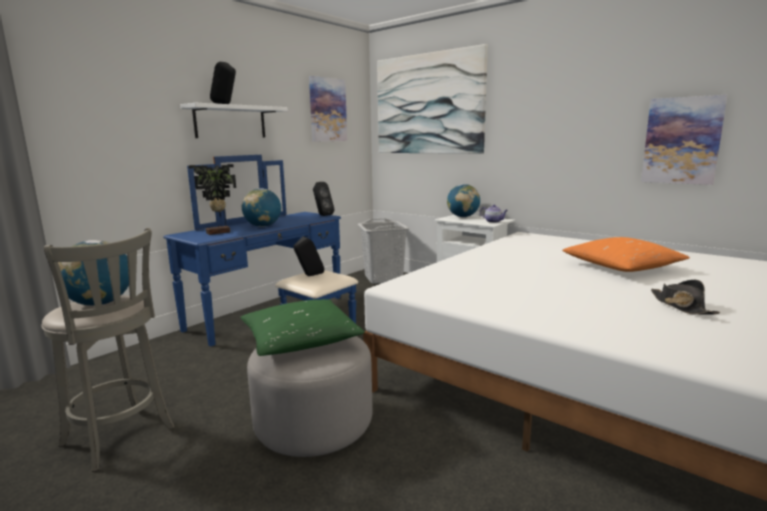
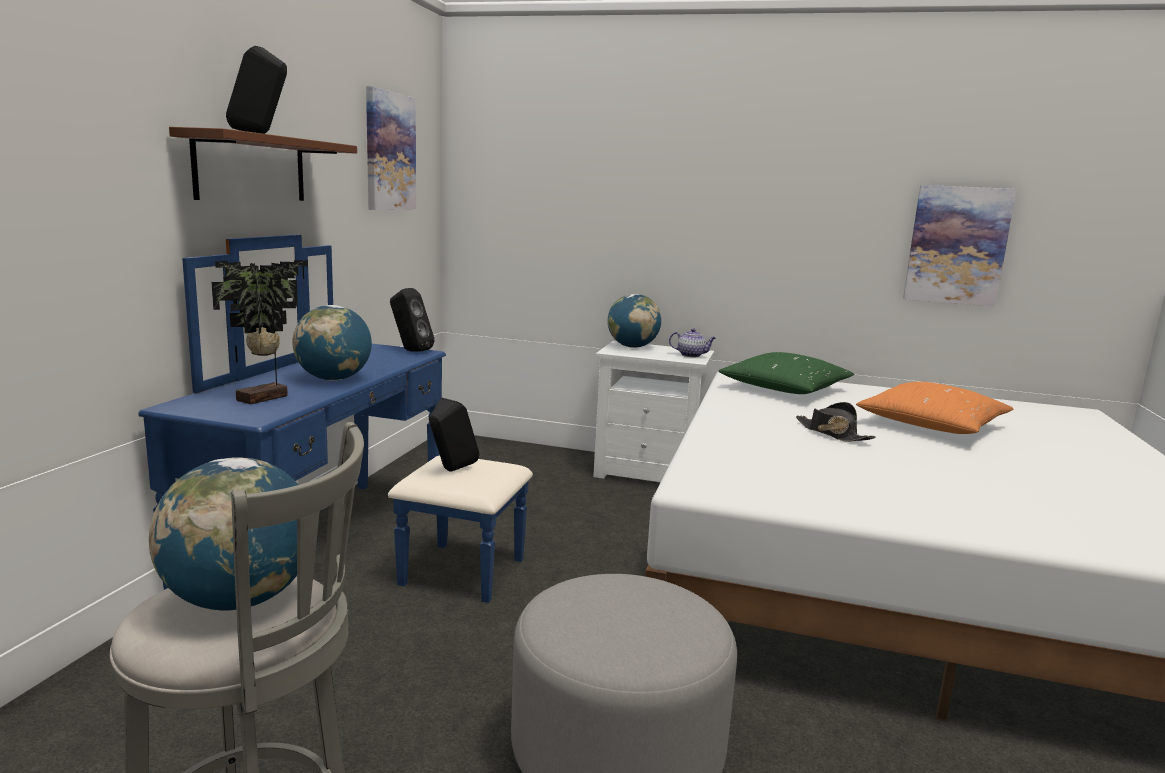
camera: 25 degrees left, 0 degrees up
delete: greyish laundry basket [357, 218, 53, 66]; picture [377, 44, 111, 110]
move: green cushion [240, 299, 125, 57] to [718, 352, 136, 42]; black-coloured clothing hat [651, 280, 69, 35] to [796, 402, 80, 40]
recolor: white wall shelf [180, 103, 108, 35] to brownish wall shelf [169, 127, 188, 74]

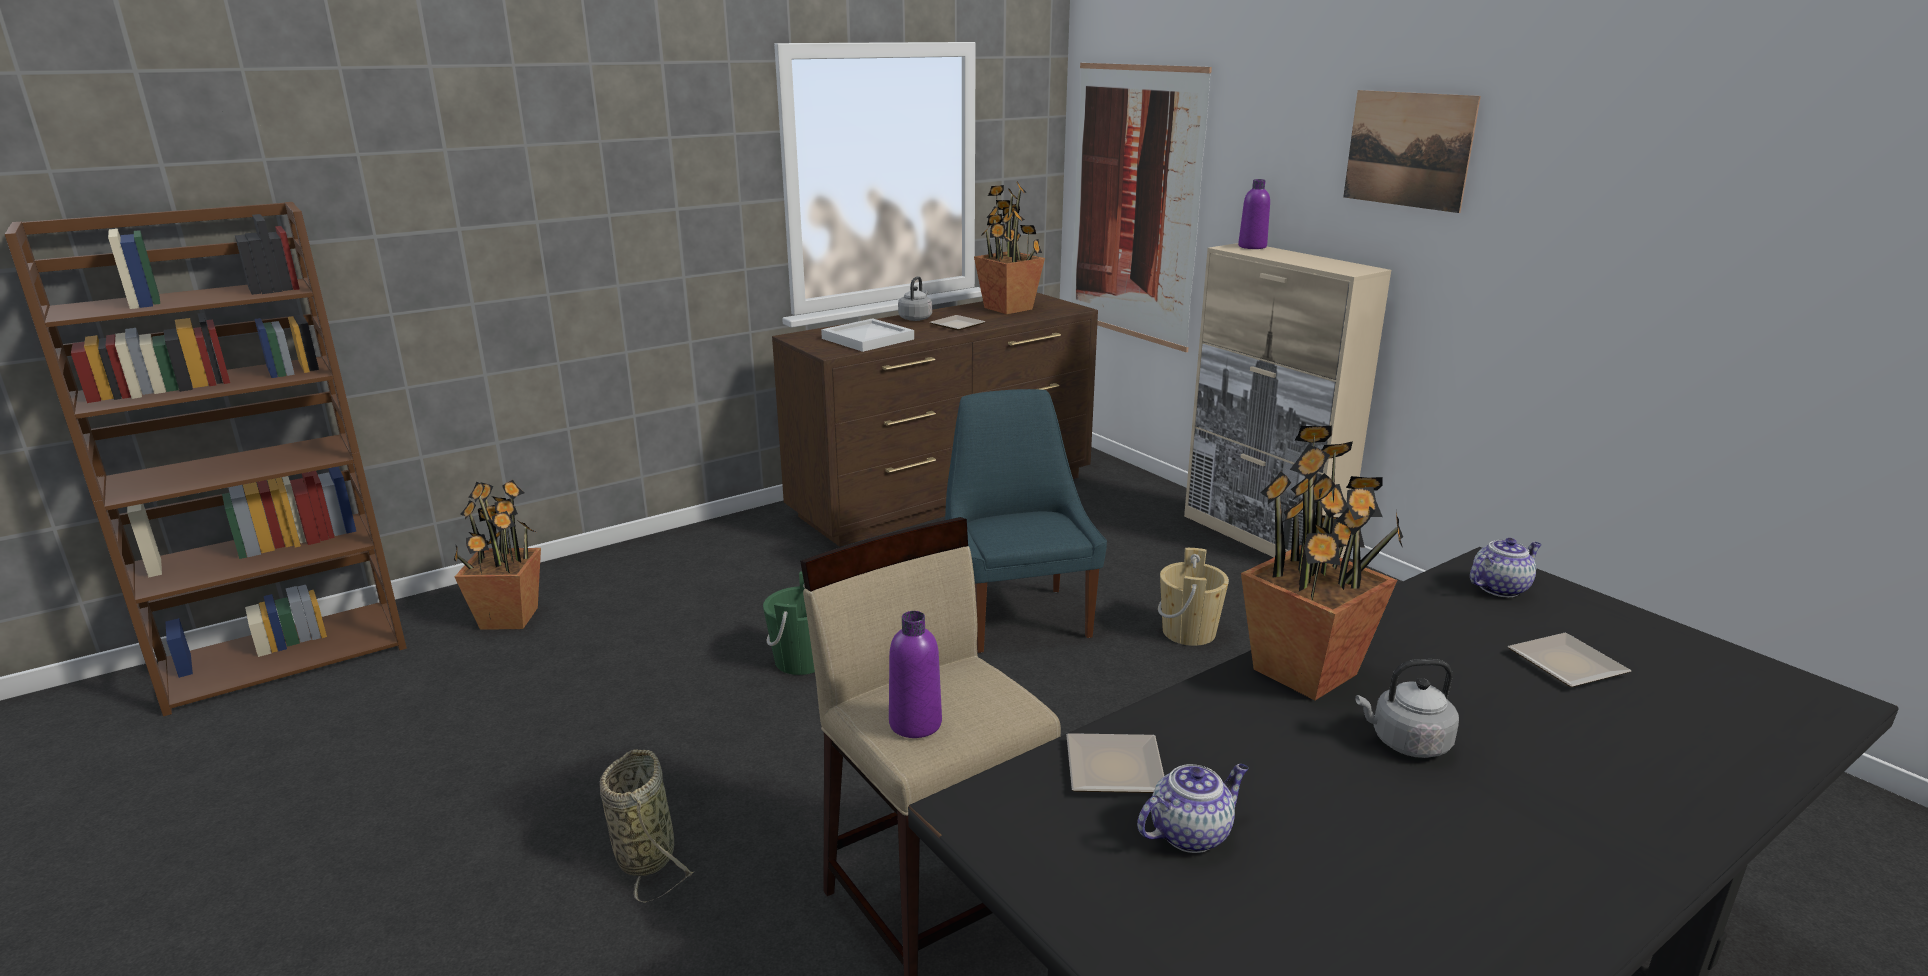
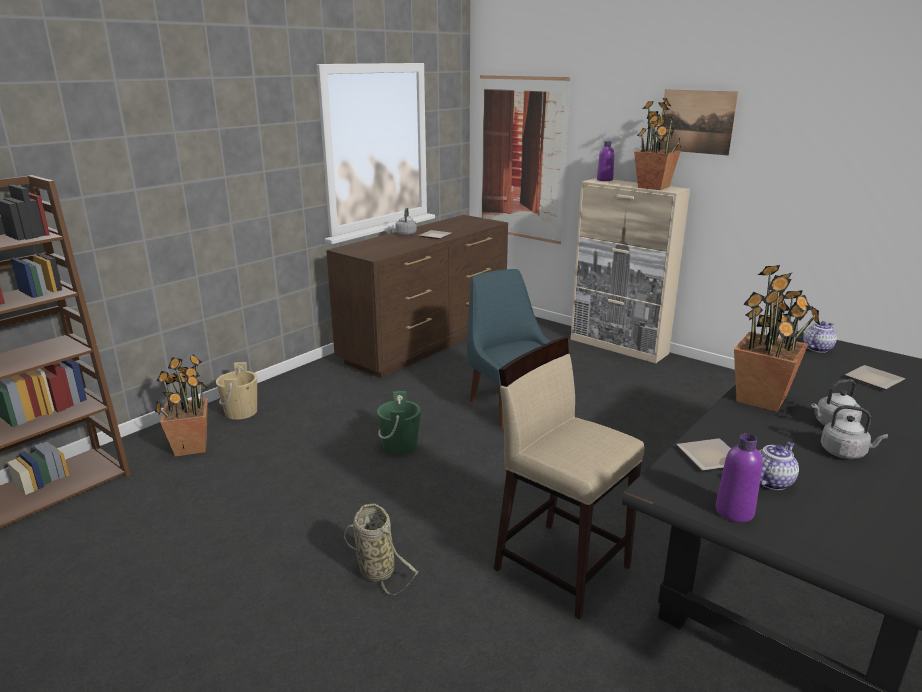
camera: 15 degrees left, 0 degrees up
delete: white carrying tray [821, 318, 93, 34]
insert: greyish tea kettle [821, 405, 67, 54]
move: beige-coloured bucket [1158, 548, 71, 98] to [216, 362, 41, 58]; houseplant [974, 181, 71, 133] to [634, 98, 47, 92]; purplish beverage bottle [889, 611, 53, 127] to [716, 434, 46, 89]

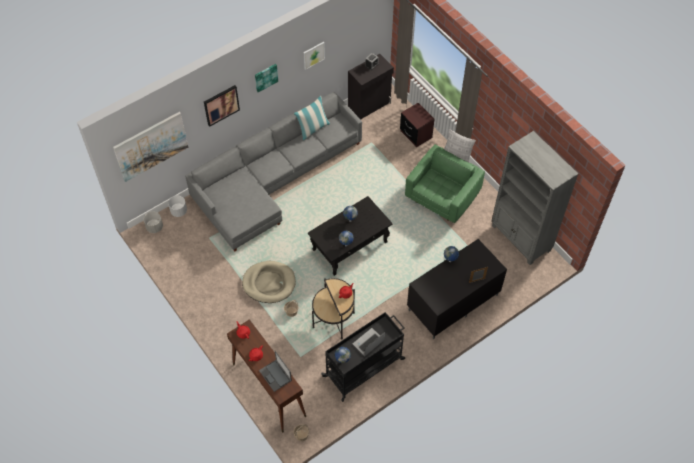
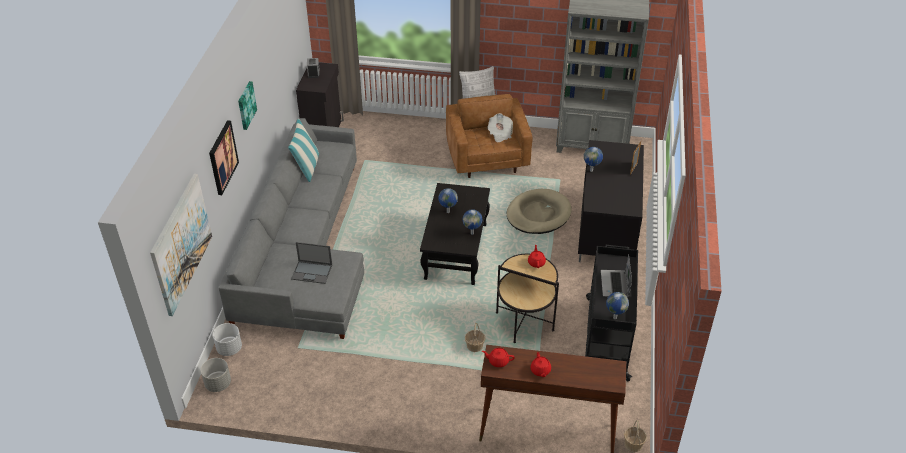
camera: 45 degrees left, 15 degrees down
delete: picture [304, 42, 21, 28]; brownish night table [400, 103, 34, 44]
insert: daily paper [487, 113, 26, 29]
move: laptop [259, 351, 33, 41] to [291, 242, 41, 42]; beige-coloured pet bed [242, 261, 54, 42] to [507, 189, 65, 45]
recolor: green armchair [405, 144, 80, 79] to brownish armchair [446, 94, 87, 84]

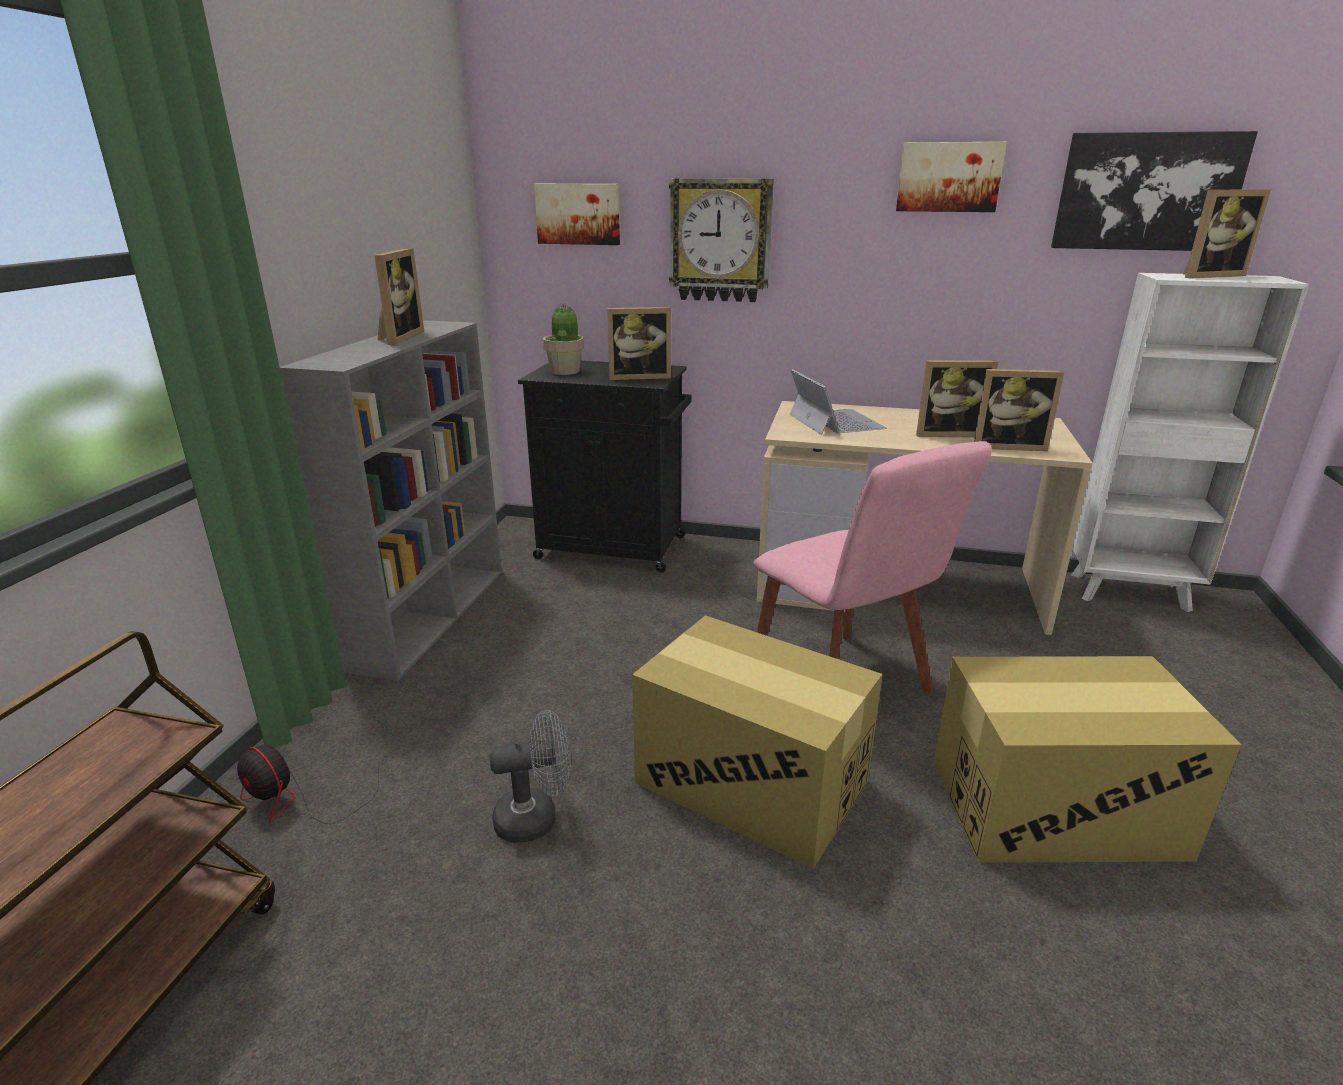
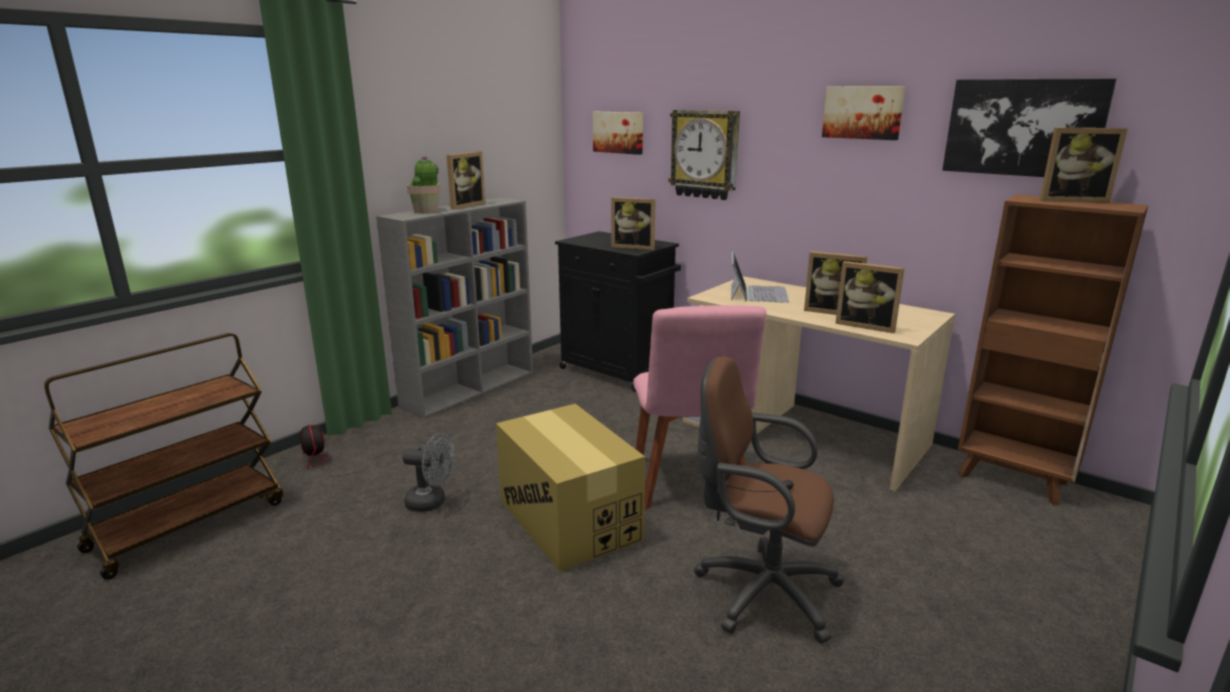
camera: 25 degrees right, 5 degrees down
move: houseplant [543, 303, 41, 72] to [407, 156, 34, 57]
replace: packing box [934, 656, 307, 207] to brownish computer chair [694, 356, 150, 288]
recolor: white bookshelf [1071, 273, 238, 339] to brownish bookshelf [958, 195, 190, 310]

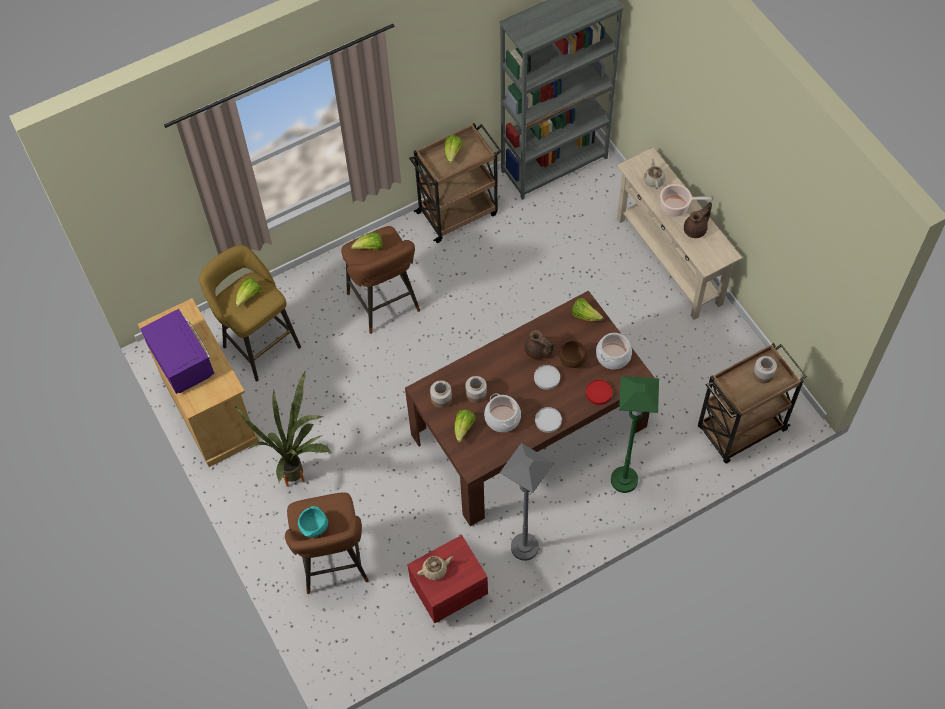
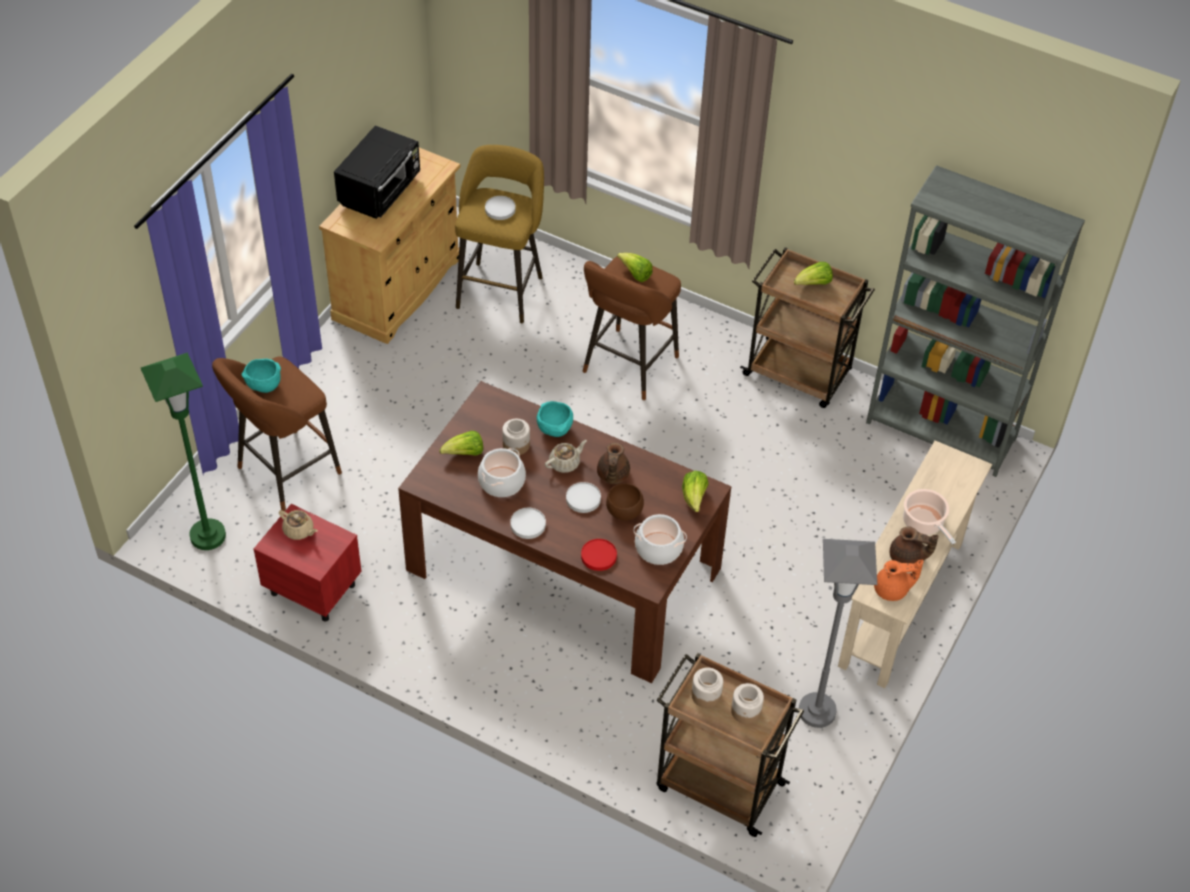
camera: 55 degrees right, 10 degrees down
delete: houseplant [234, 372, 99, 115]
insert: turquoise-coloured bowl [537, 401, 36, 36]; orange-coloured teapot [874, 560, 49, 41]
move: green floor lamp [611, 376, 48, 117] to [141, 353, 85, 197]; beige-coloured teapot [644, 158, 21, 31] to [545, 440, 42, 33]; jar [430, 381, 22, 27] to [691, 667, 32, 41]; greyish floor lamp [500, 443, 54, 118] to [799, 539, 78, 189]
replace: lettuce head [236, 278, 25, 29] to white dinner plate [485, 196, 30, 24]
recolor: purplish kitchen microwave [140, 309, 75, 85] to black-coloured kitchen microwave [334, 125, 86, 94]

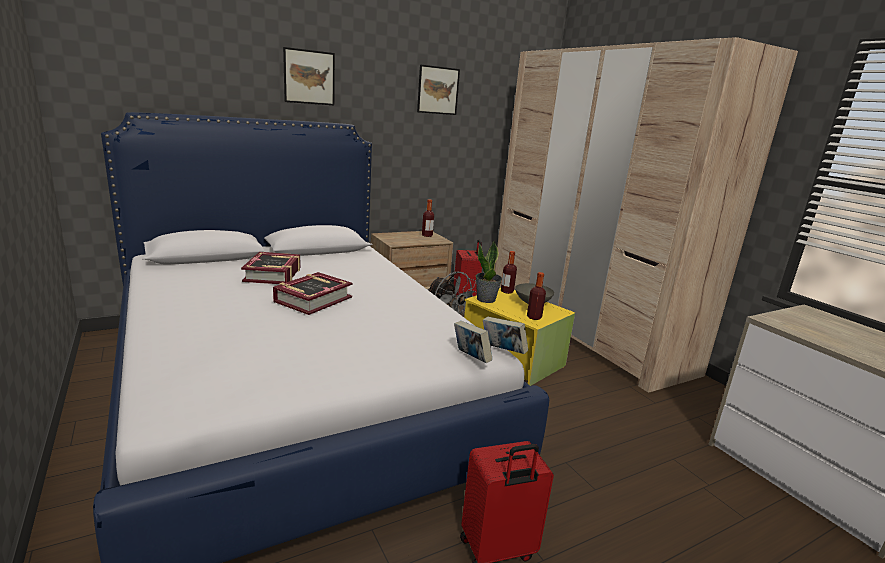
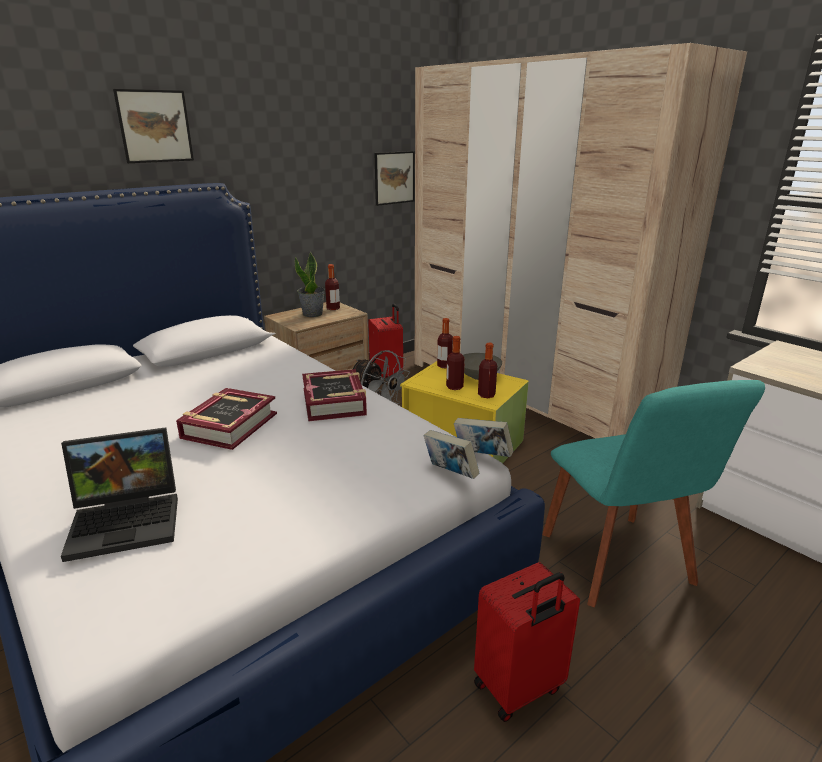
camera: 10 degrees left, 5 degrees up
insert: laptop [61, 427, 117, 135]; beverage bottle [446, 336, 19, 54]; turquoise-coloured upright chair [542, 380, 223, 227]
move: houseplant [476, 241, 26, 62] to [295, 251, 30, 66]; volume [241, 252, 59, 32] to [302, 369, 65, 53]; picture [417, 65, 43, 50] to [375, 151, 40, 55]

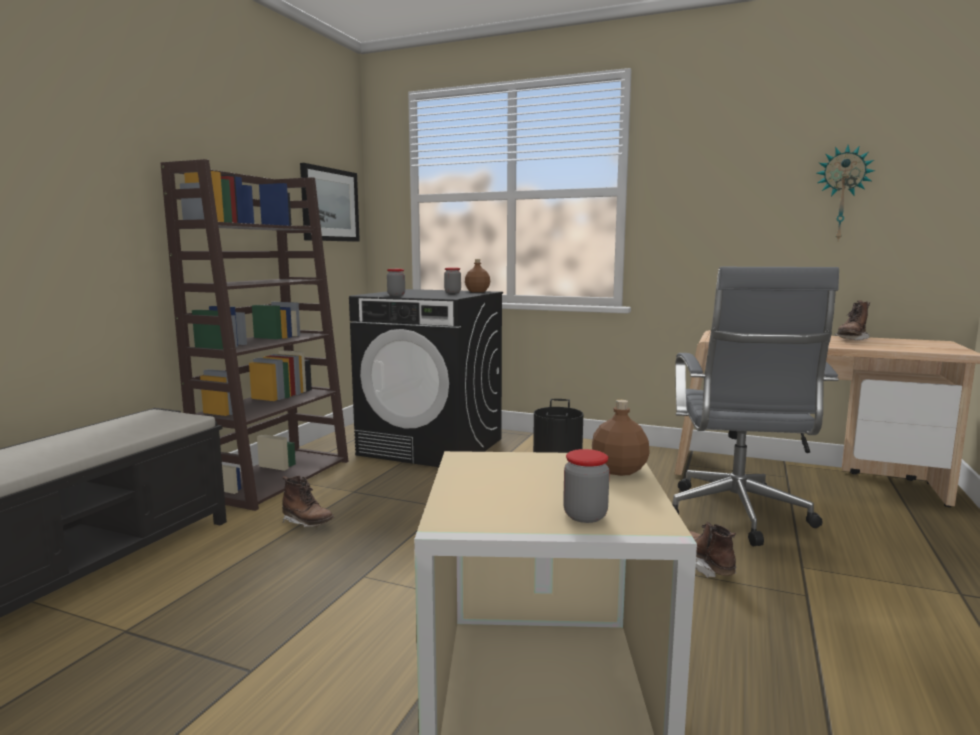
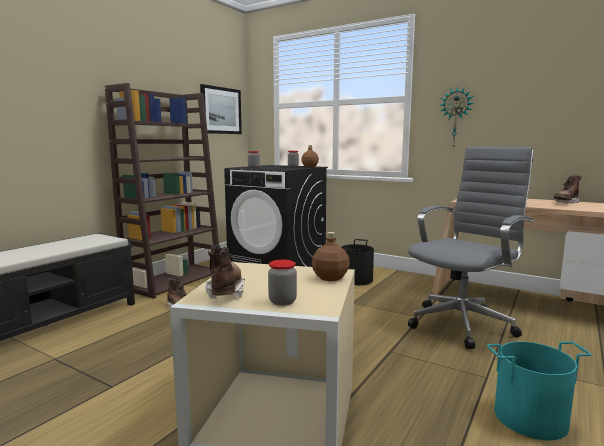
camera: 10 degrees right, 0 degrees up
insert: turquoise-coloured bucket [487, 341, 105, 99]
move: brownish tall boot [689, 521, 47, 56] to [206, 245, 39, 54]; hanging clock [817, 145, 58, 95] to [440, 86, 34, 63]
rotate: greyish computer chair [672, 267, 167, 279] = [408, 147, 126, 202] 150 degrees counterclockwise

